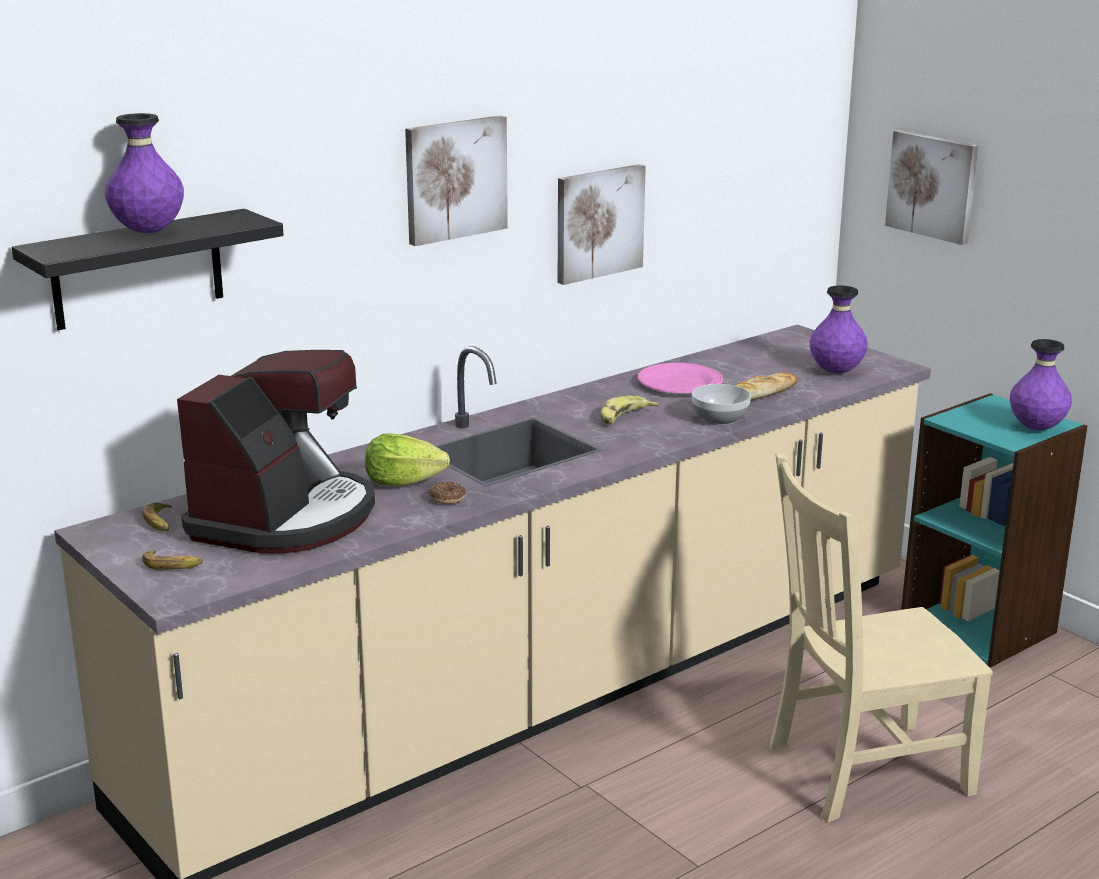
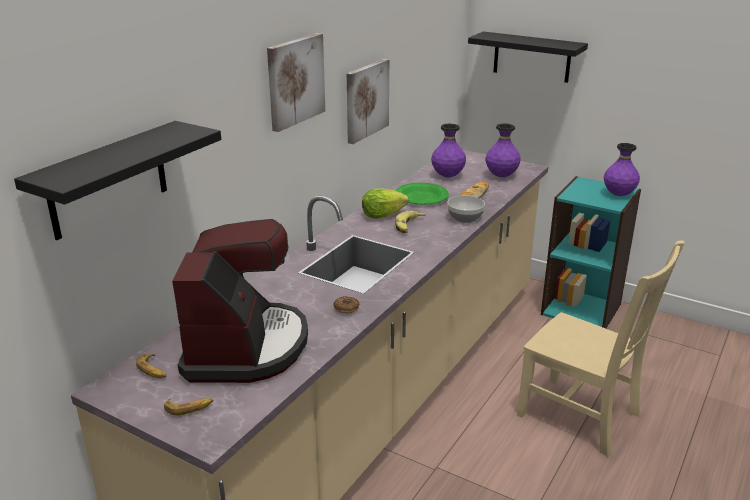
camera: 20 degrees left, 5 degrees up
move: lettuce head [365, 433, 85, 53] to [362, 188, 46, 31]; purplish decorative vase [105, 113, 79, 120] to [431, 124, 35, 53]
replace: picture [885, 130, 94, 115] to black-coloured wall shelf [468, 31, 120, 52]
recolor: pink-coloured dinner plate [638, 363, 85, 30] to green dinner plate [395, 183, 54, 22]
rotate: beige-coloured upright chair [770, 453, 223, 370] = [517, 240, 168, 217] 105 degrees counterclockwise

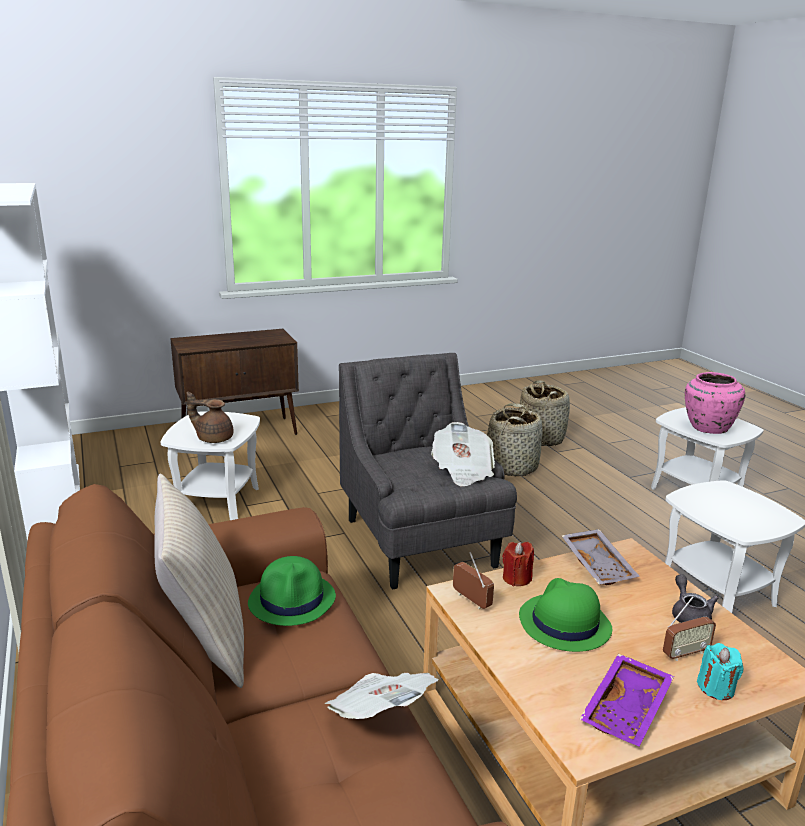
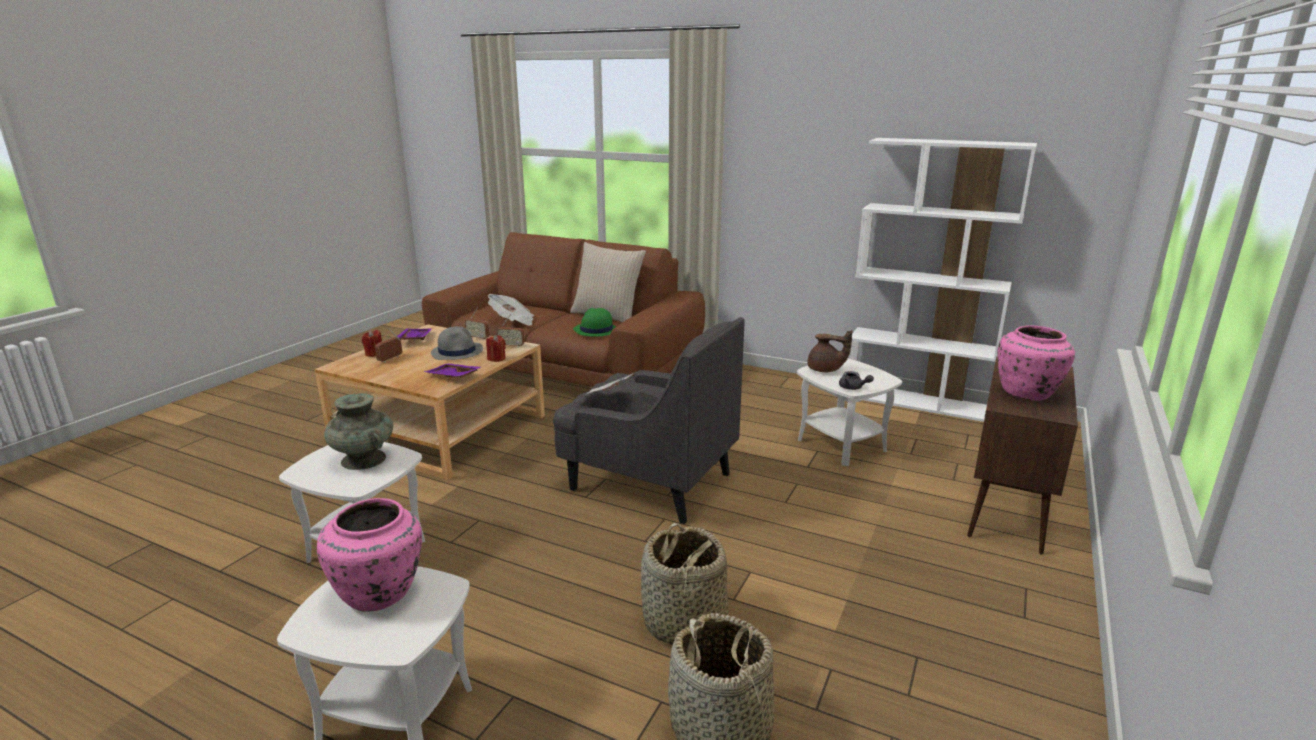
camera: 140 degrees right, 0 degrees up
insert: turquoise-coloured decorative vase [324, 393, 69, 77]; radio set [465, 307, 25, 33]; pink-coloured decorative vase [997, 325, 78, 76]
move: greyish teapot [672, 574, 47, 49] to [839, 371, 35, 19]
recolor: turquoise-coloured wax light [697, 643, 46, 57] to red-coloured wax light [362, 330, 20, 27]; greyish carrying tray [561, 529, 79, 56] to purplish carrying tray [424, 363, 57, 15]; green clothing hat [519, 578, 93, 74] to greyish clothing hat [431, 326, 52, 34]
rotate: brownish teapot [187, 392, 46, 51] = [807, 330, 46, 42] 45 degrees clockwise

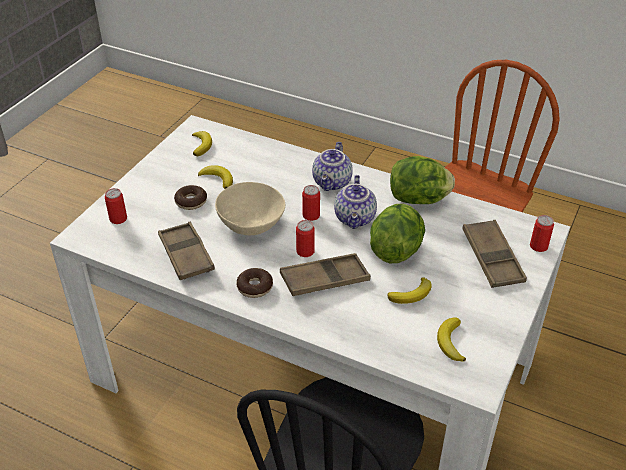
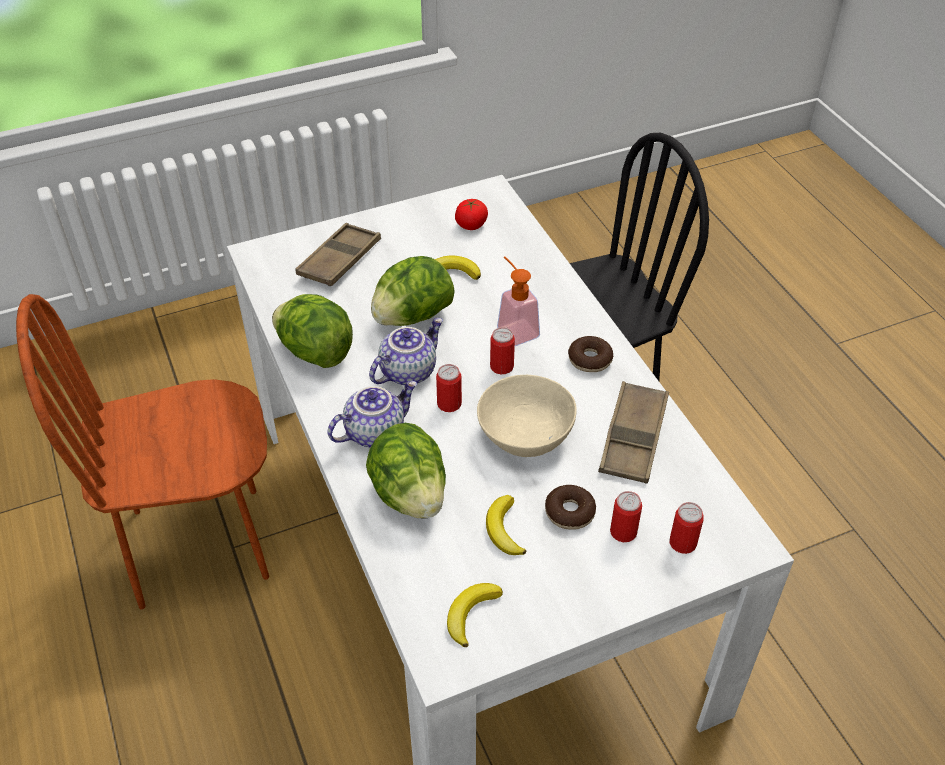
camera: 140 degrees left, 5 degrees up
insert: lettuce head [366, 423, 80, 95]
move: metal can [530, 215, 24, 37] to [610, 491, 32, 51]
replace: whole banana [437, 317, 29, 45] to fresh tomato [455, 199, 33, 31]; brownish carrying tray [280, 253, 91, 43] to liquid soap bottle [497, 256, 43, 90]

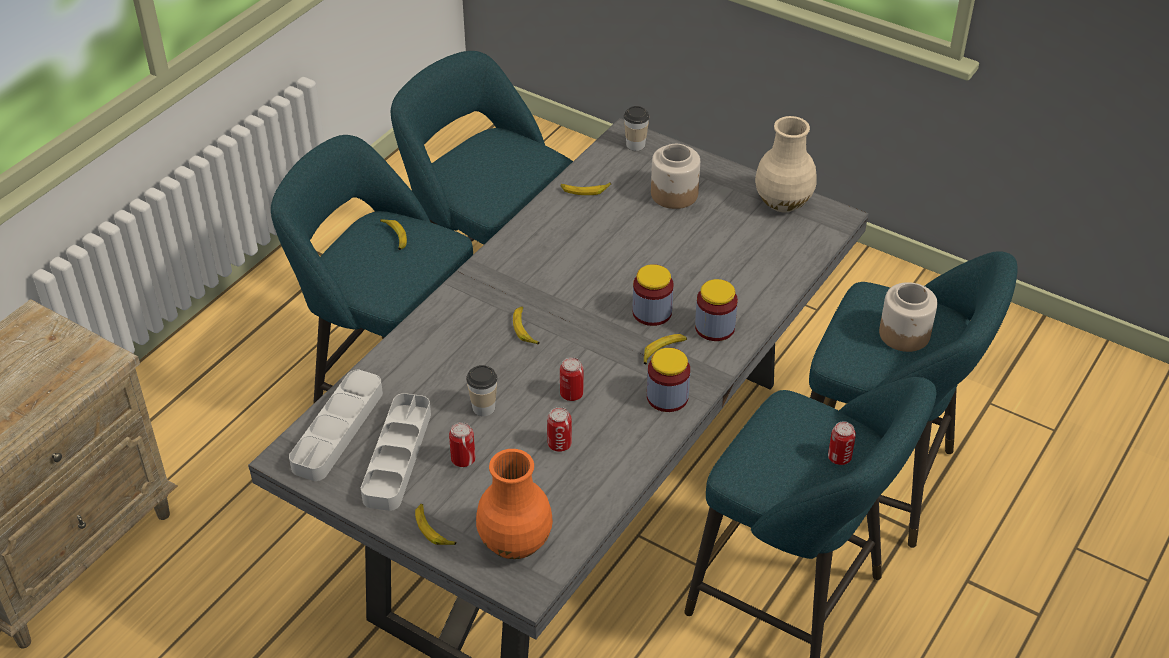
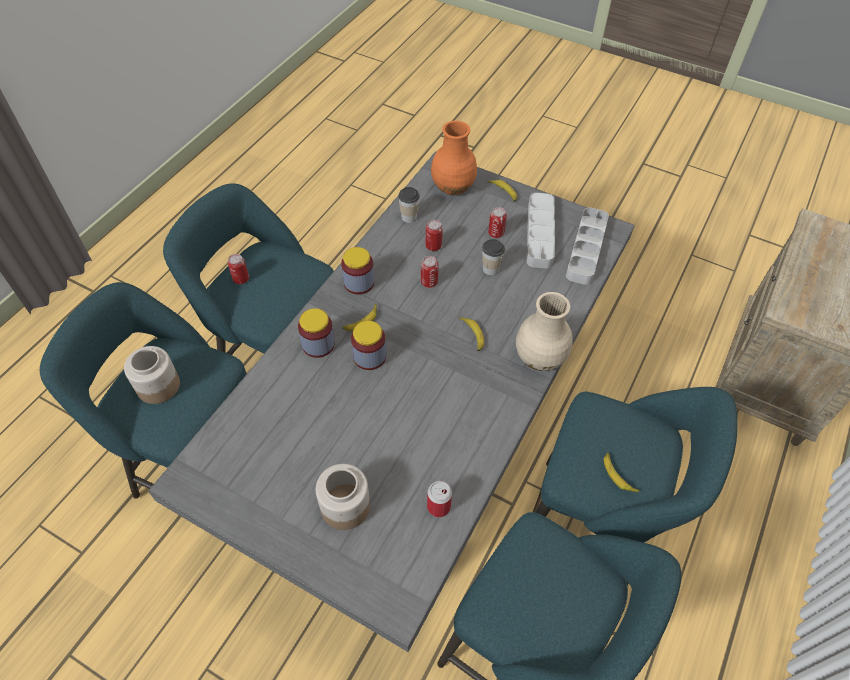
camera: 175 degrees right, 10 degrees up
move: small cup [624, 106, 25, 45] to [398, 187, 21, 36]; beige-coloured decorative vase [755, 116, 62, 96] to [516, 292, 57, 79]
replace: whole banana [560, 182, 51, 13] to metal can [427, 481, 25, 36]

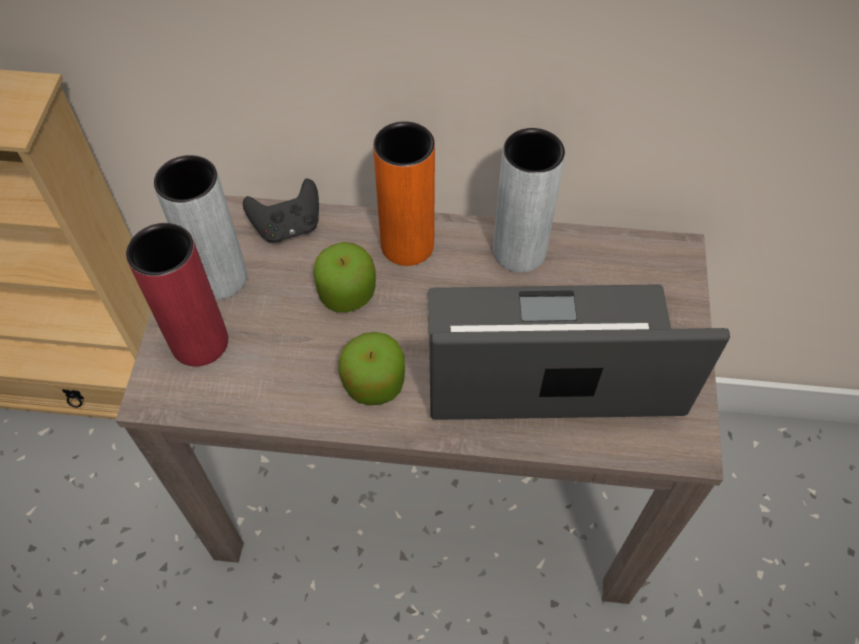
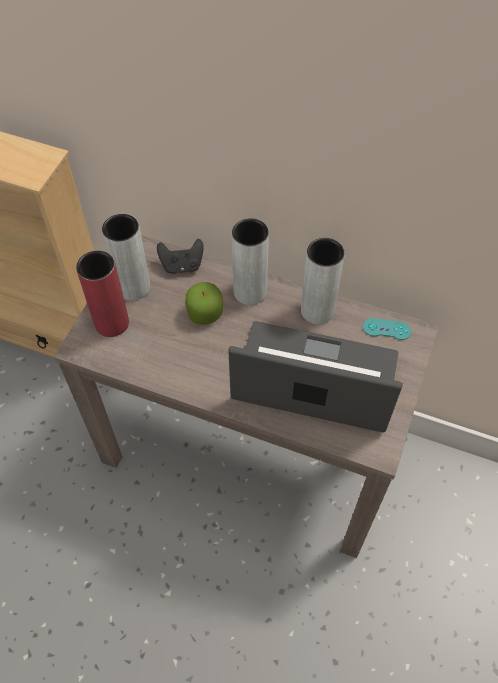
camera: 15 degrees right, 0 degrees up
delete: apple fruit [338, 332, 67, 73]
insert: turquoise-coloured gamepad [363, 318, 49, 22]
recolor: orange-coloured decorative vase [373, 121, 62, 145] to greyish decorative vase [232, 218, 37, 87]

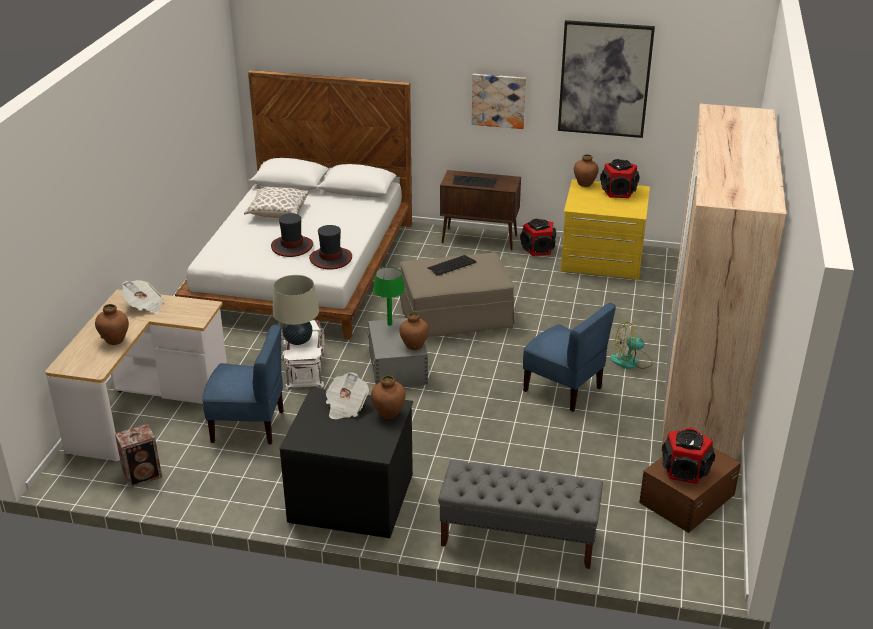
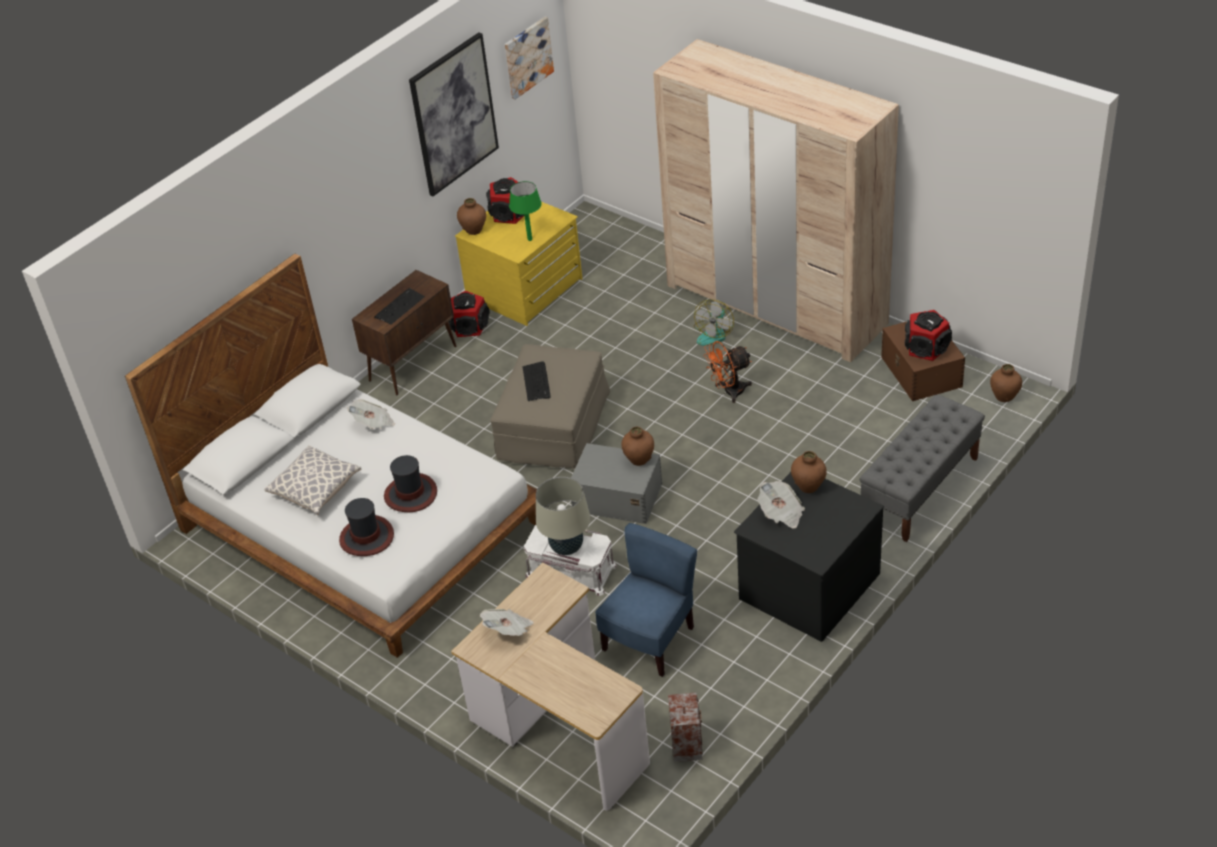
camera: 60 degrees left, 10 degrees up
insert: daily paper [347, 399, 48, 30]
move: clothing hat [309, 225, 43, 45] to [339, 498, 55, 58]; picture [472, 74, 54, 55] to [505, 17, 49, 82]; green tabletop lamp [373, 267, 32, 59] to [509, 181, 33, 60]; brownish decorative vase [95, 304, 34, 41] to [990, 364, 32, 38]
replace: bluish upright chair [523, 303, 93, 109] to orange-coloured fan [703, 341, 49, 62]

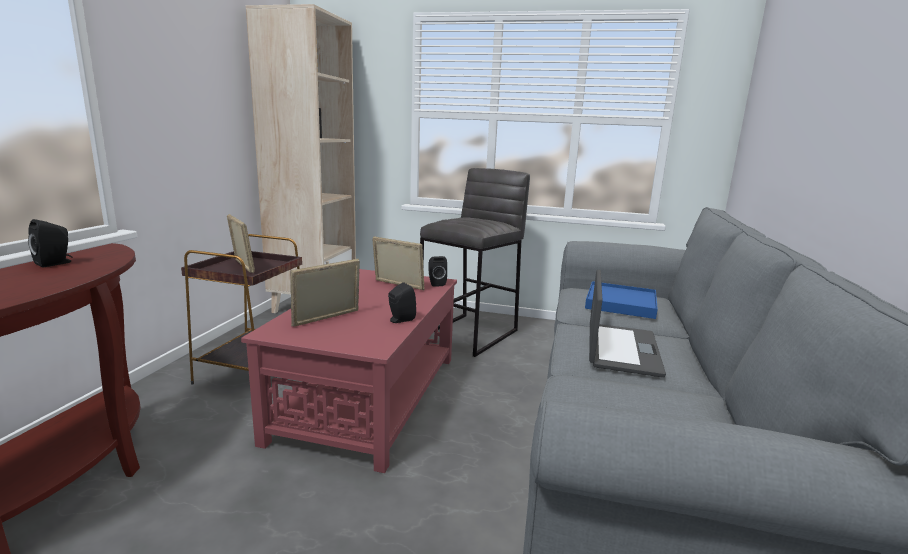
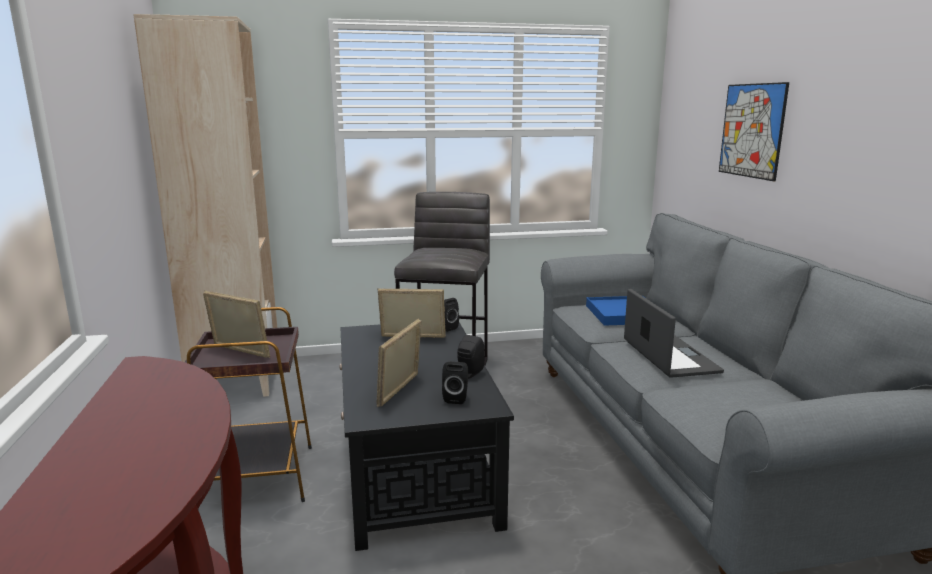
camera: 25 degrees left, 0 degrees up
insert: picture [719, 82, 70, 99]
move: black-coloured speaker [28, 219, 44, 48] to [442, 362, 26, 42]
recolor: red-coloured coffee table [241, 269, 216, 204] to black-coloured coffee table [339, 322, 175, 229]

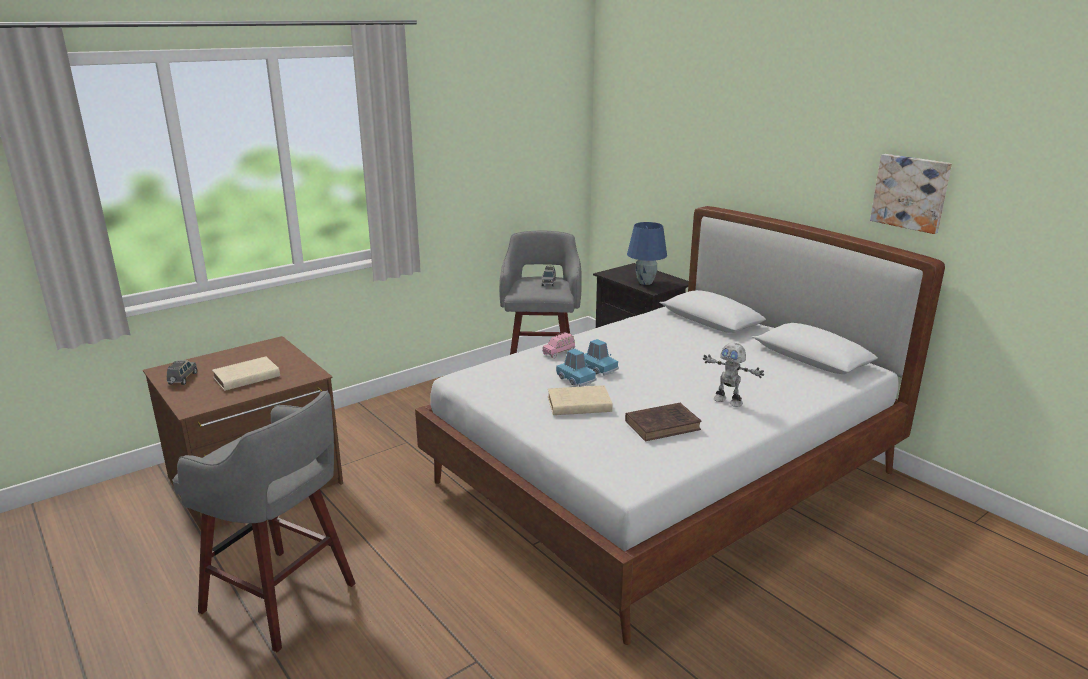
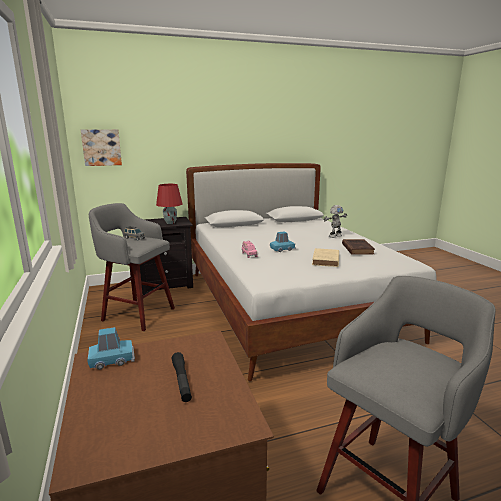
camera: 70 degrees left, 5 degrees down
delete: greyish model car [167, 360, 30, 25]
move: picture [870, 154, 82, 80] to [81, 129, 41, 37]; bluish model car [556, 349, 41, 38] to [88, 327, 47, 43]
replace: beige-coloured volume [212, 356, 68, 35] to black-coloured hand torch [171, 352, 21, 50]
recolor: bluish tabletop lamp [627, 222, 40, 63] to red-coloured tabletop lamp [156, 184, 26, 40]

